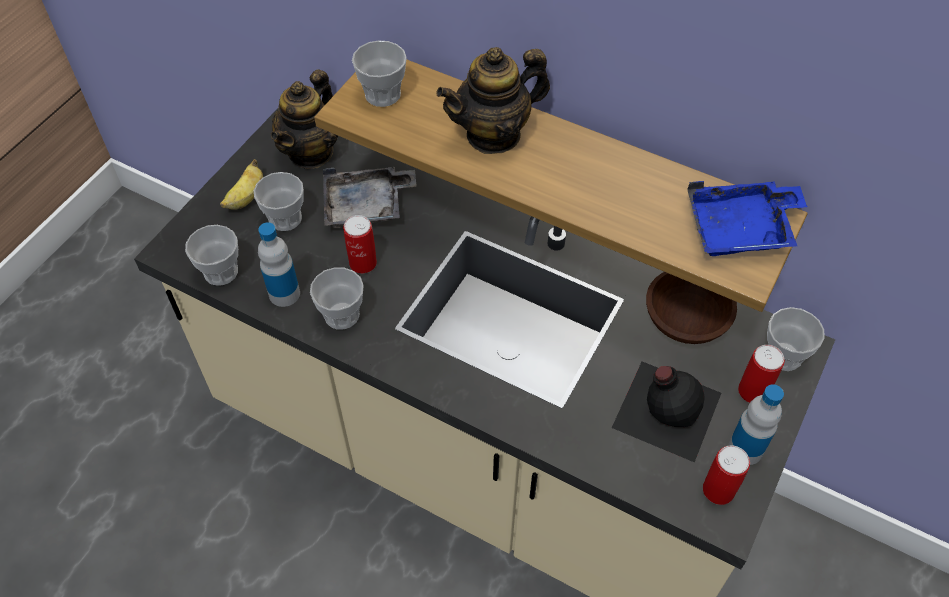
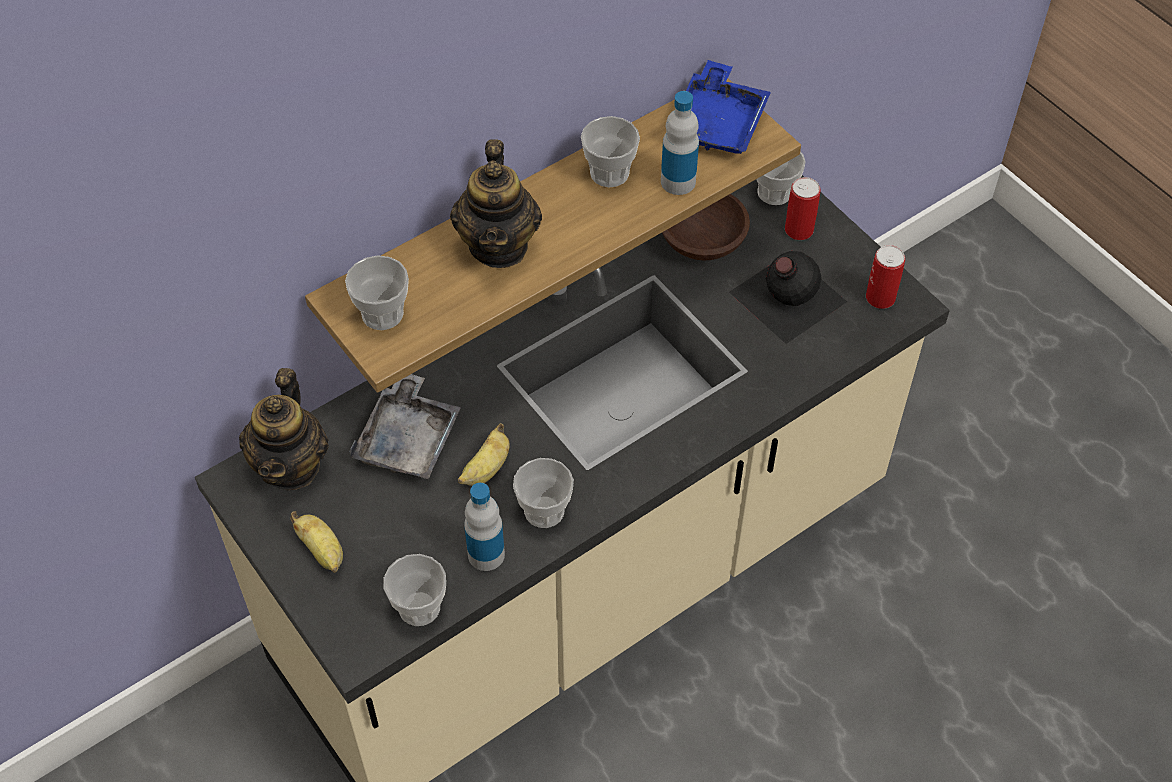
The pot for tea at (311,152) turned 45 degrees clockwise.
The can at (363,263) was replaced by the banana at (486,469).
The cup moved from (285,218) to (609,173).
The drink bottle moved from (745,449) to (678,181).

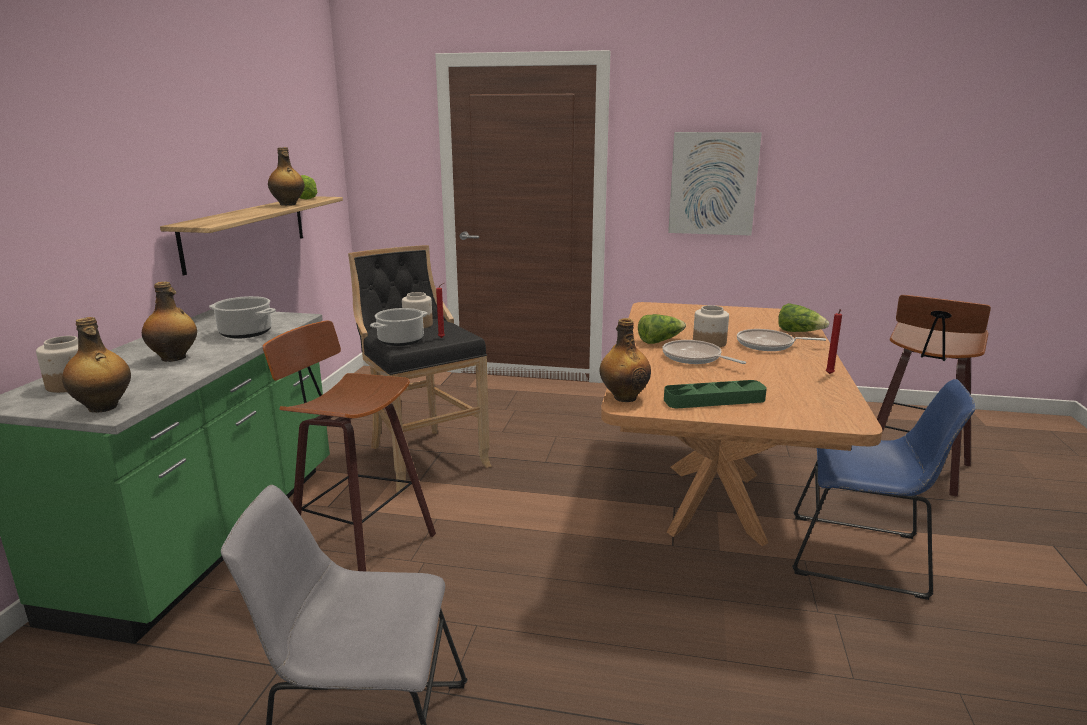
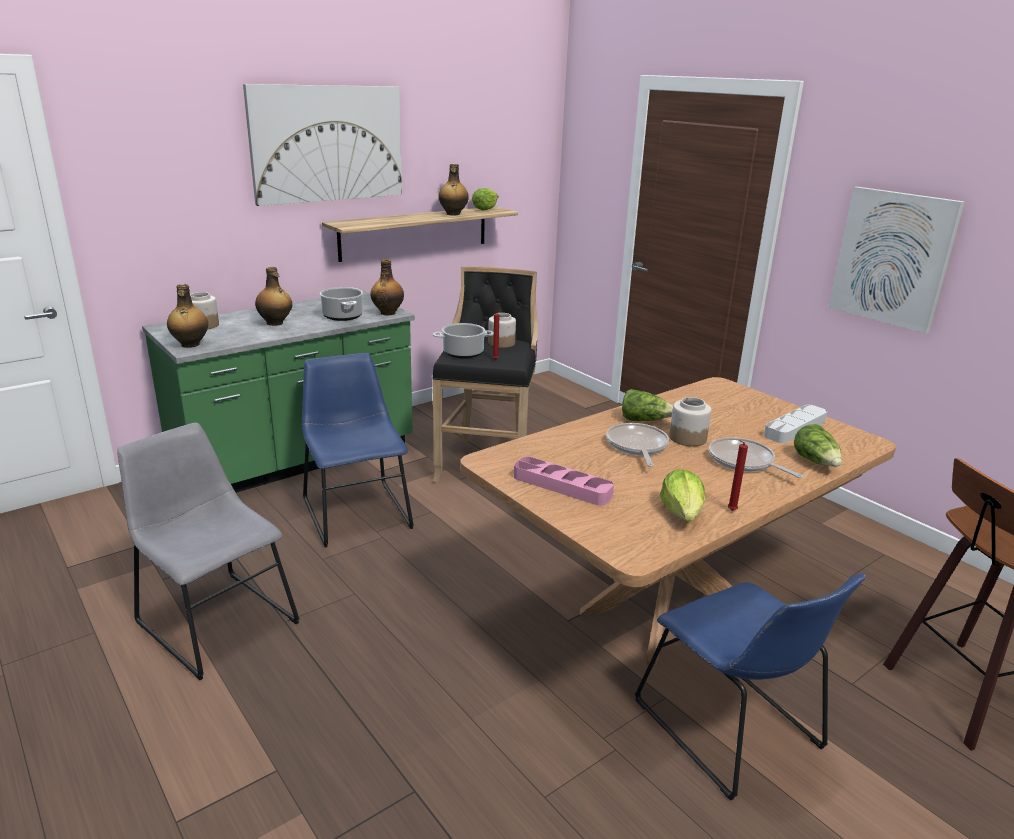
The wall picture at (327,143) appeared.
The stool seat at (358,552) was replaced by the blue plain chair at (355,510).
The drink bottle moved from (624,397) to (388,313).
The green carrying tray at (714,400) became the pink-coloured carrying tray at (562,486).
The head of lettuce at (682,513) appeared.
The greyish carrying tray at (795,428) appeared.

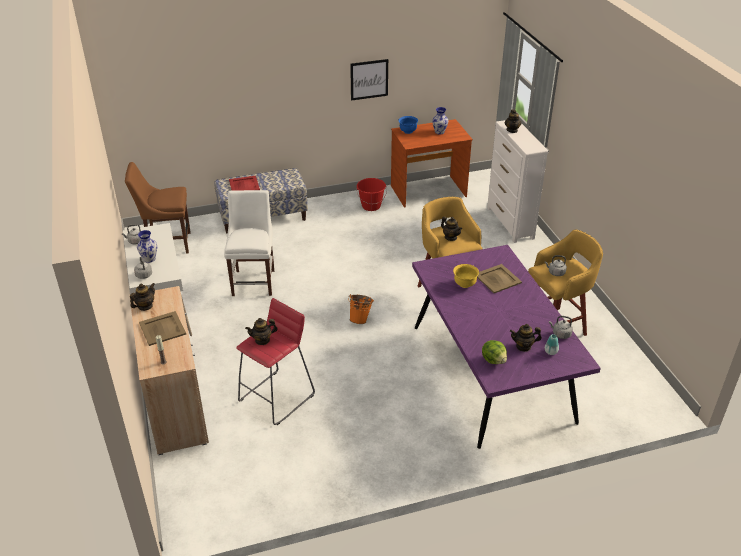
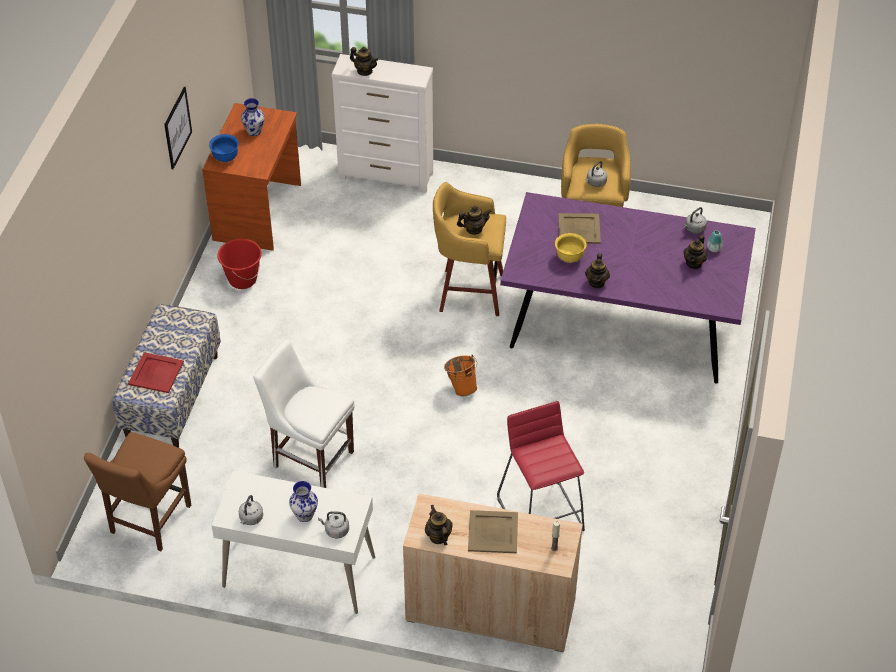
The pot for tea moved from (262,340) to (597,282).
The head of lettuce at (494,360) disappeared.

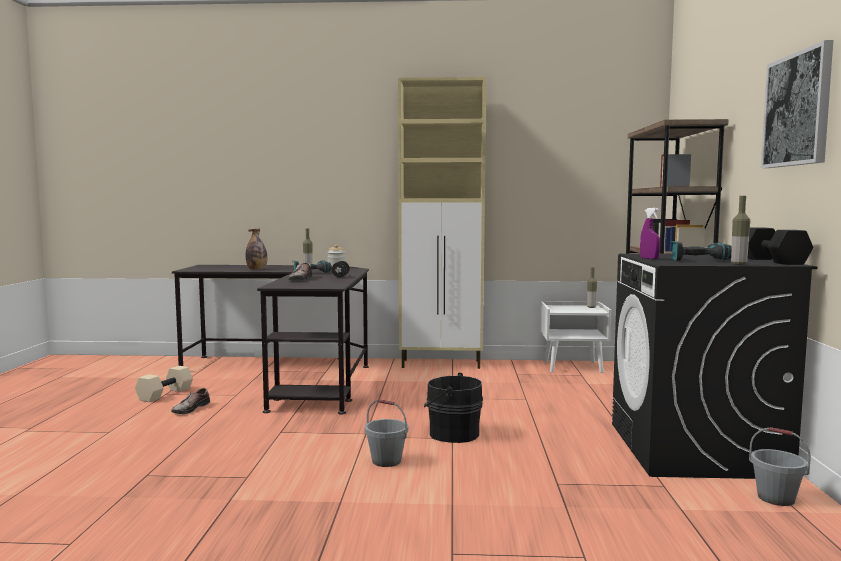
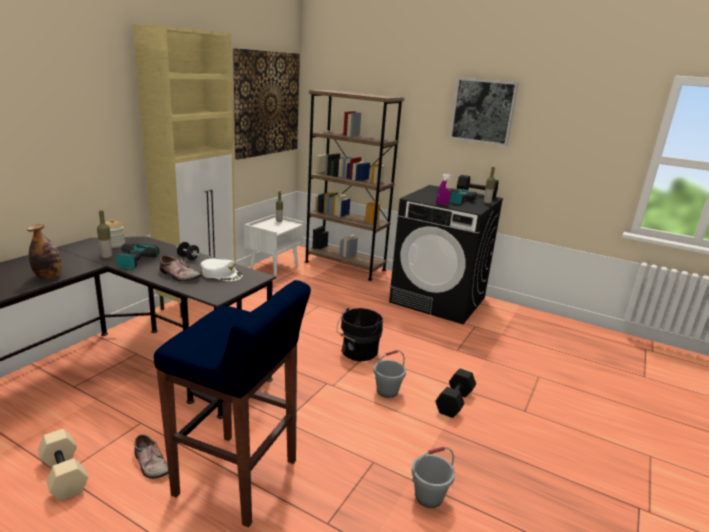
The blue stool seat at (238,478) appeared.
The white-coloured cap at (221,274) appeared.
The wall picture at (266,104) appeared.
The greyish bucket moved from (776,498) to (428,496).
The blackish dumbbell at (455,402) appeared.

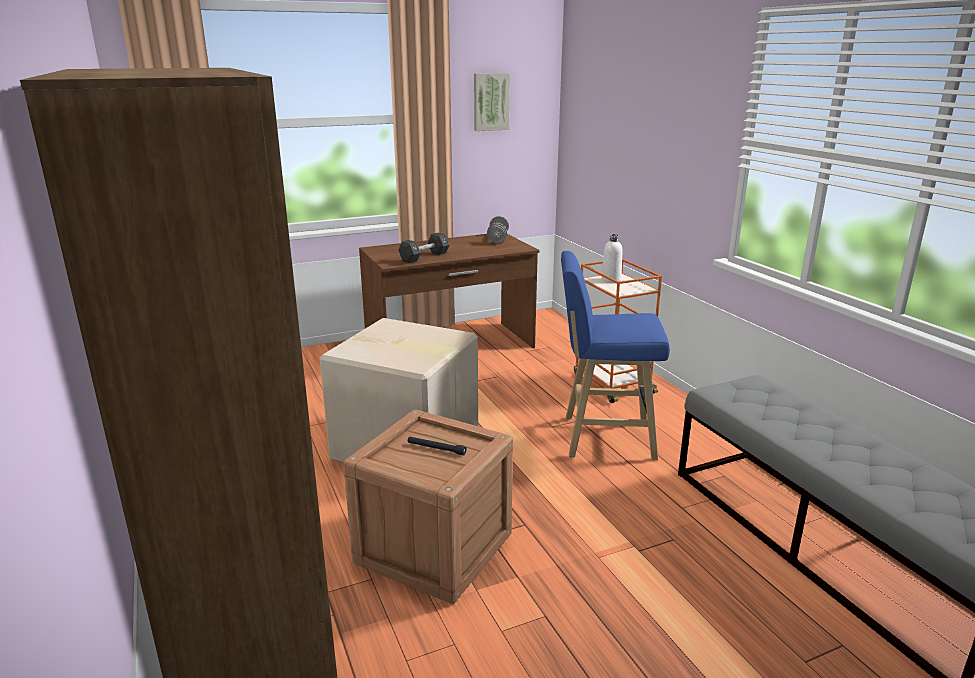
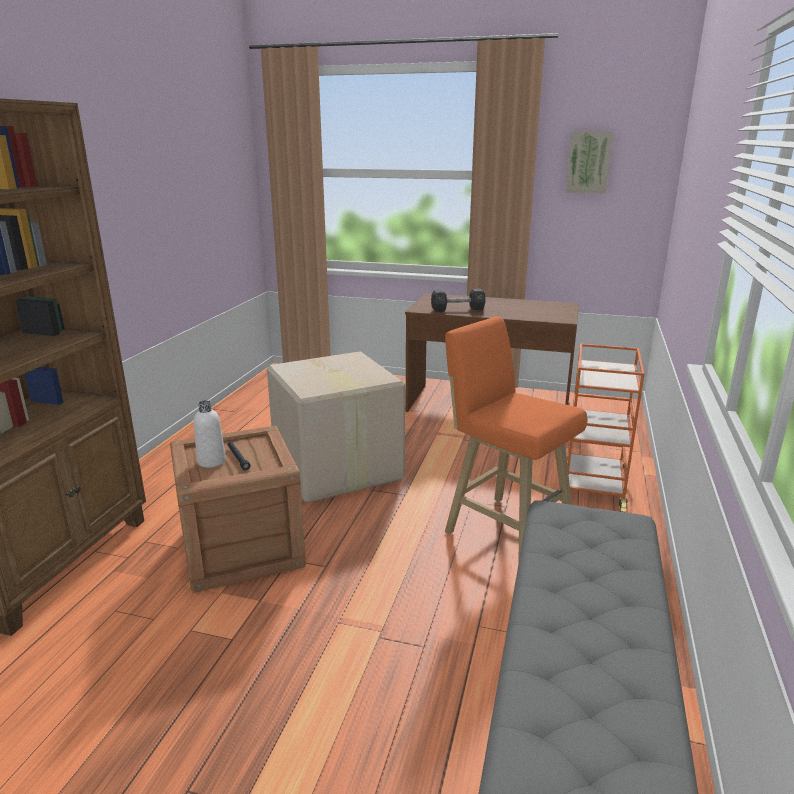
The white-coloured drink bottle moved from (611,280) to (211,461).
The blue stool seat at (603,437) became the orangey stool seat at (504,530).
The greyish dumbbell at (498,239) disappeared.

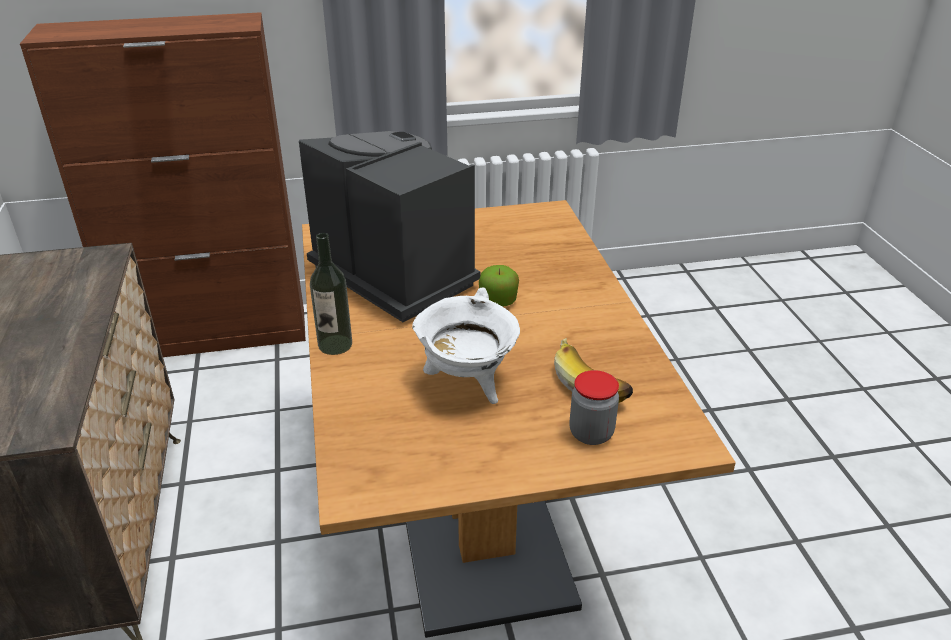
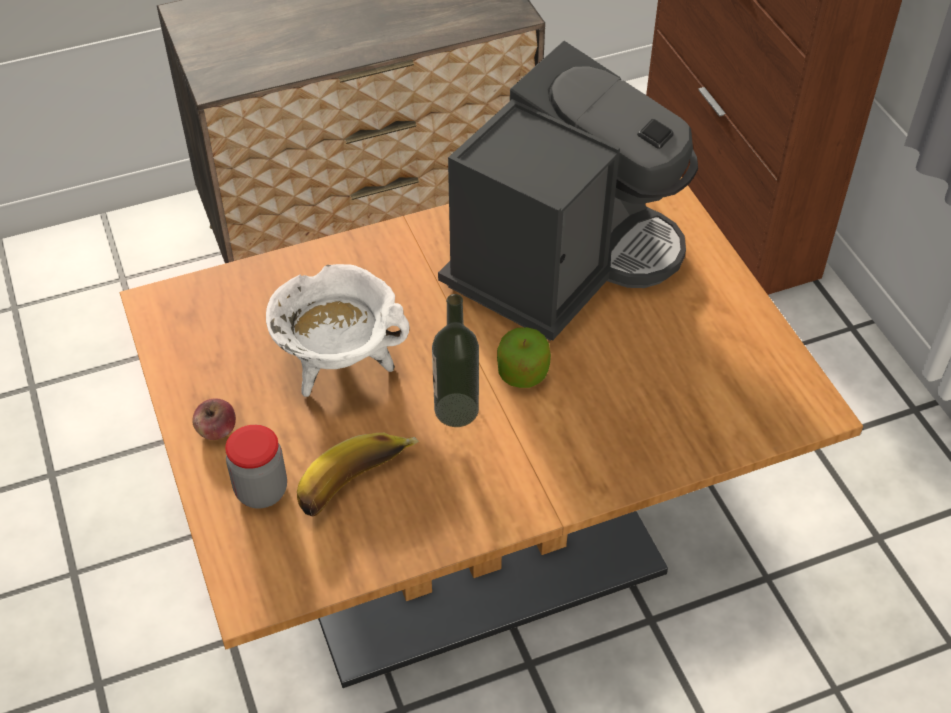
The apple fruit at (217,431) appeared.
The drink bottle moved from (335,345) to (456,410).

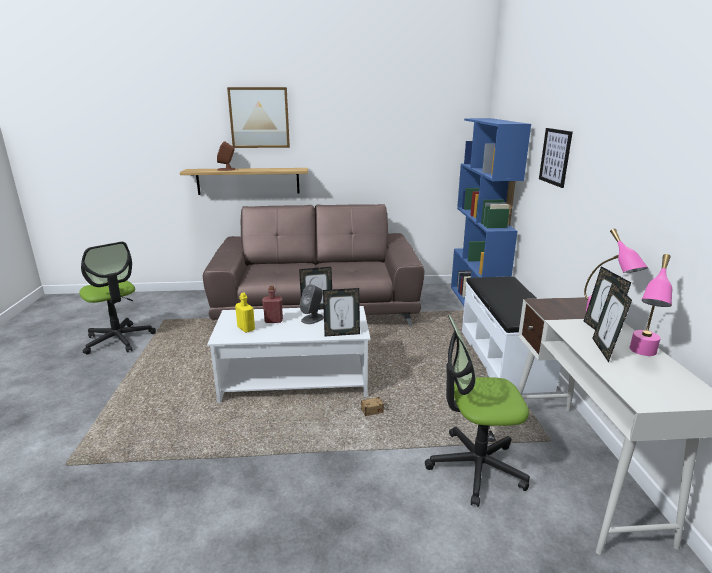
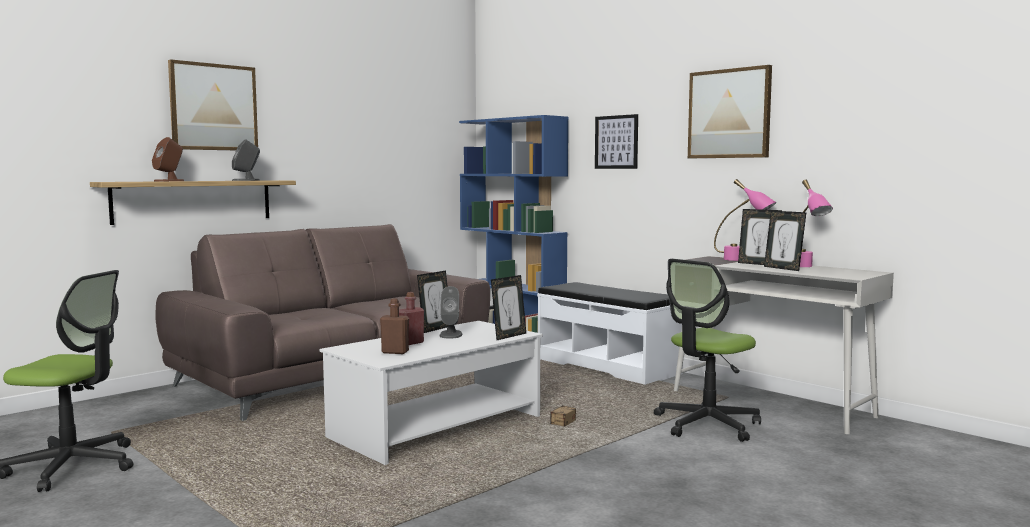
The greyish audio speaker at (246,180) appeared.
The yellow drink bottle at (246,328) became the brown-coloured drink bottle at (395,352).
The wall picture at (729,114) appeared.

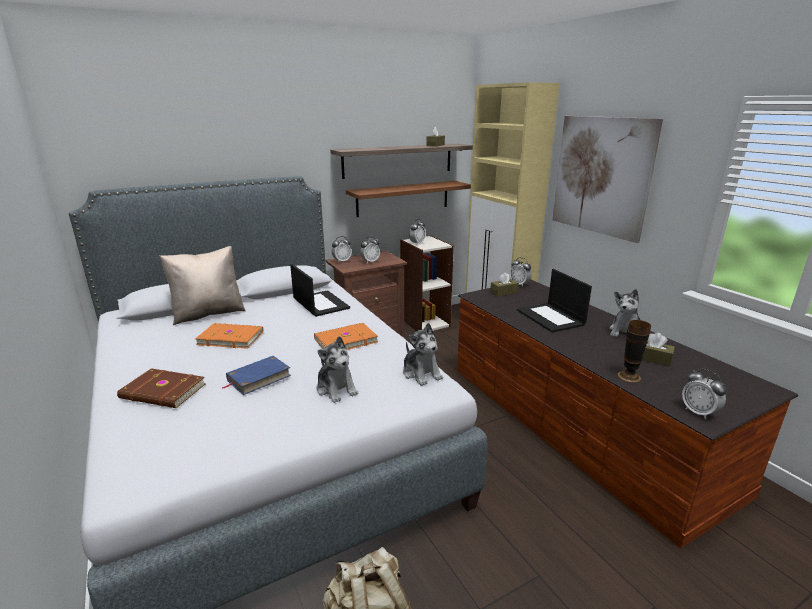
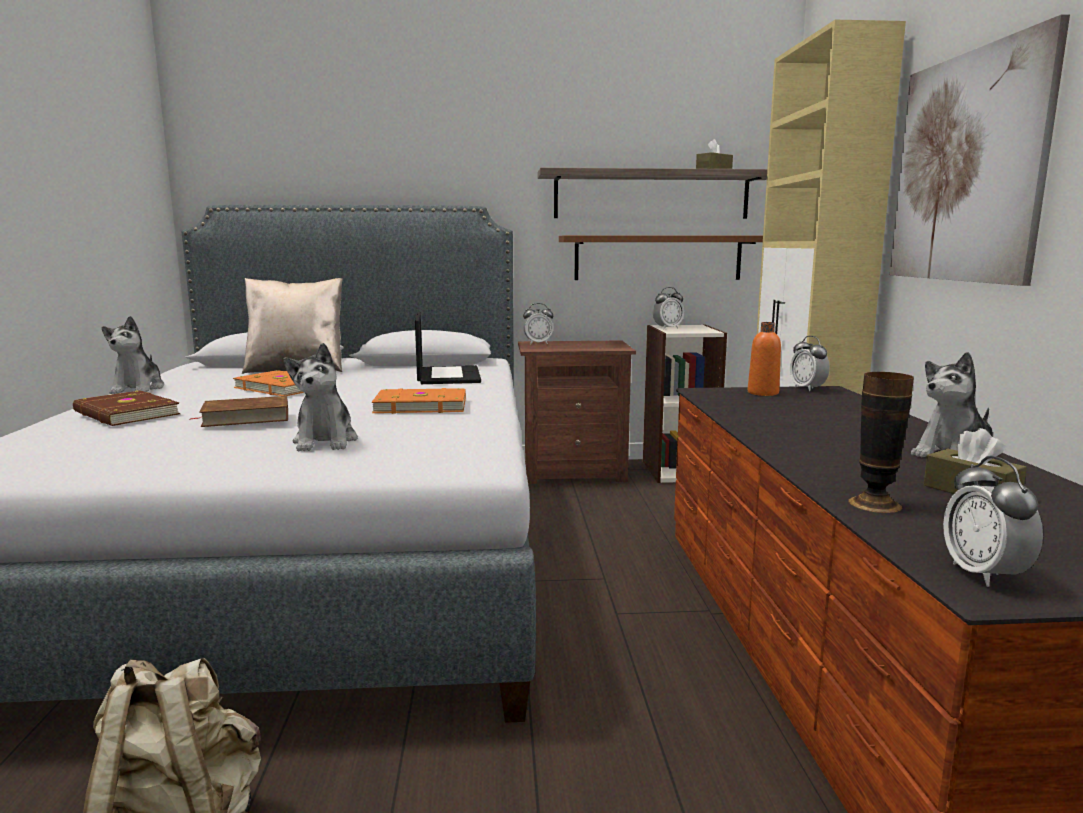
The plush toy moved from (421,373) to (138,389).
The blue book at (258,378) became the brown-coloured book at (246,417).
The brown-coloured tissue box at (504,292) was replaced by the orangey drink bottle at (763,393).
The alarm clock at (370,261) disappeared.
The laptop at (551,318) disappeared.

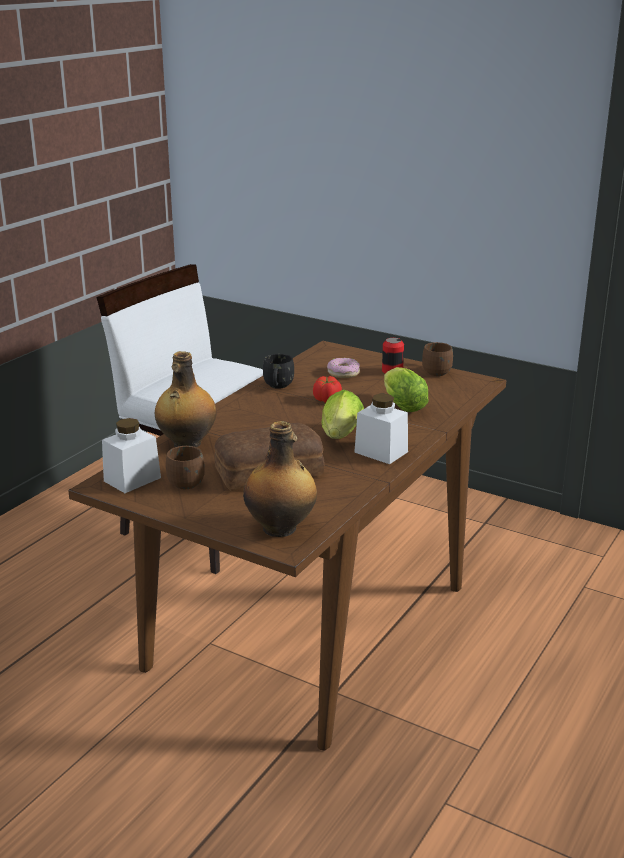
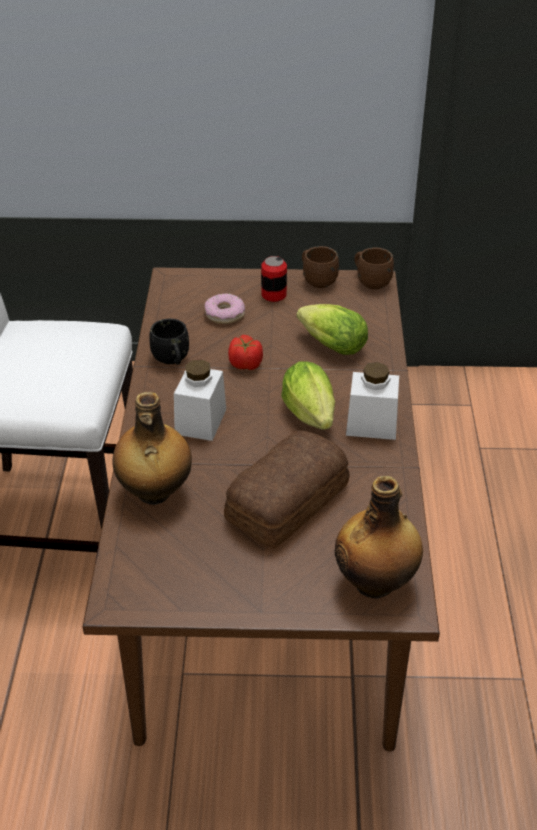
The white-coloured storage jar moved from (132,479) to (200,421).
The brown-coloured mug moved from (185,481) to (370,281).

